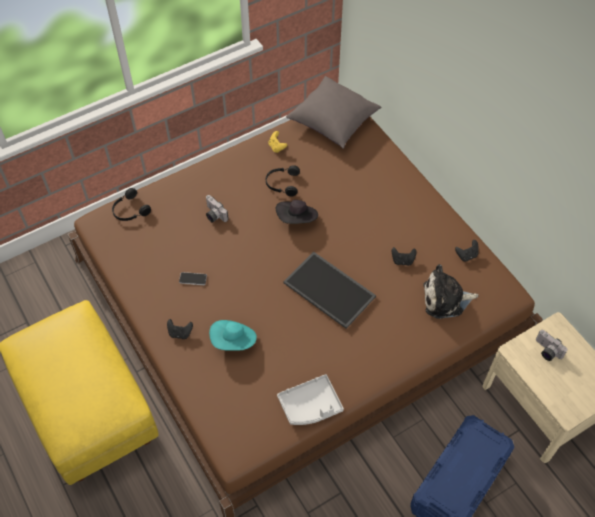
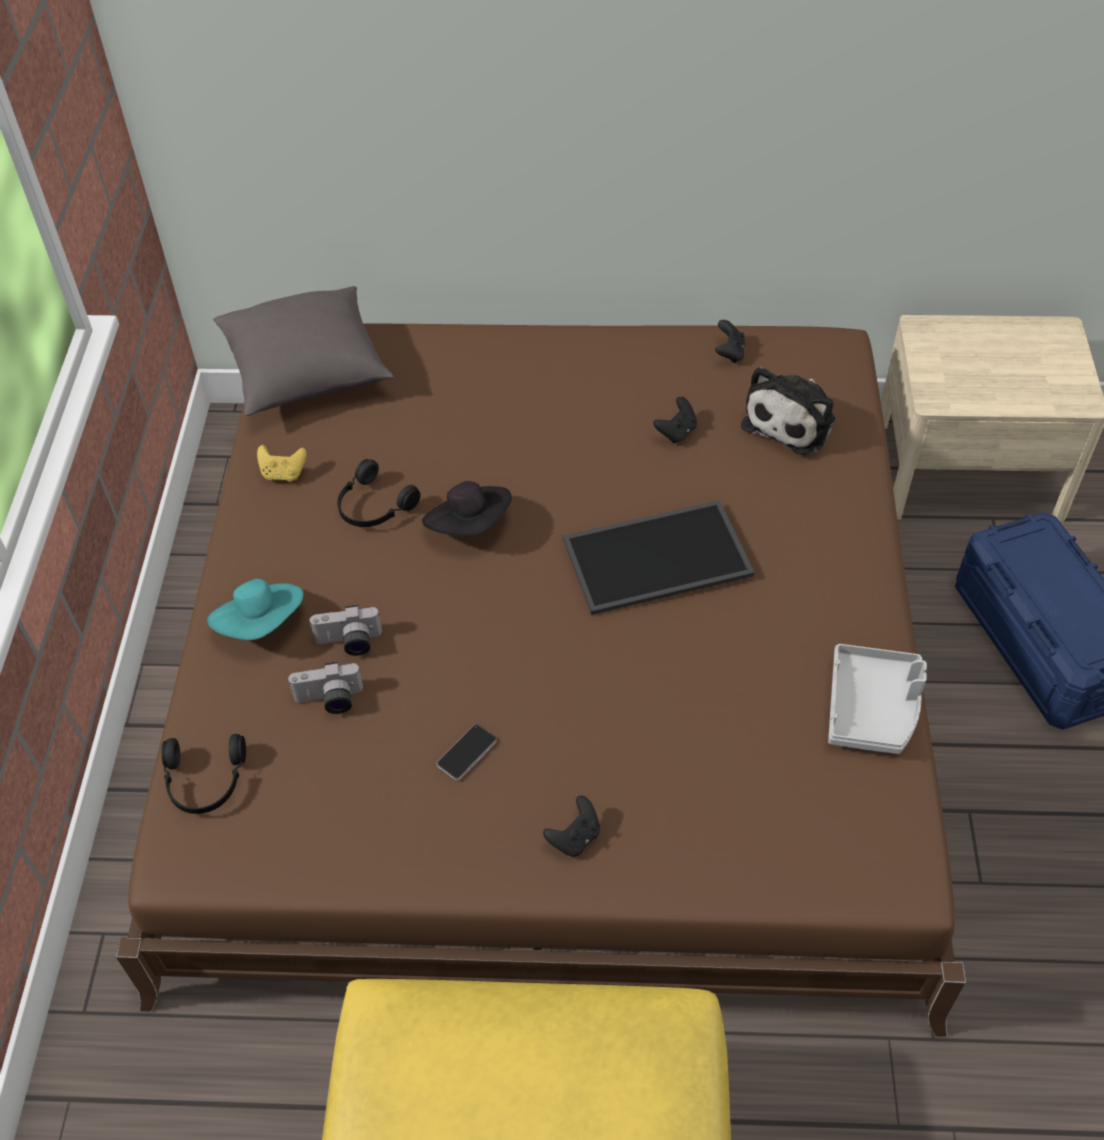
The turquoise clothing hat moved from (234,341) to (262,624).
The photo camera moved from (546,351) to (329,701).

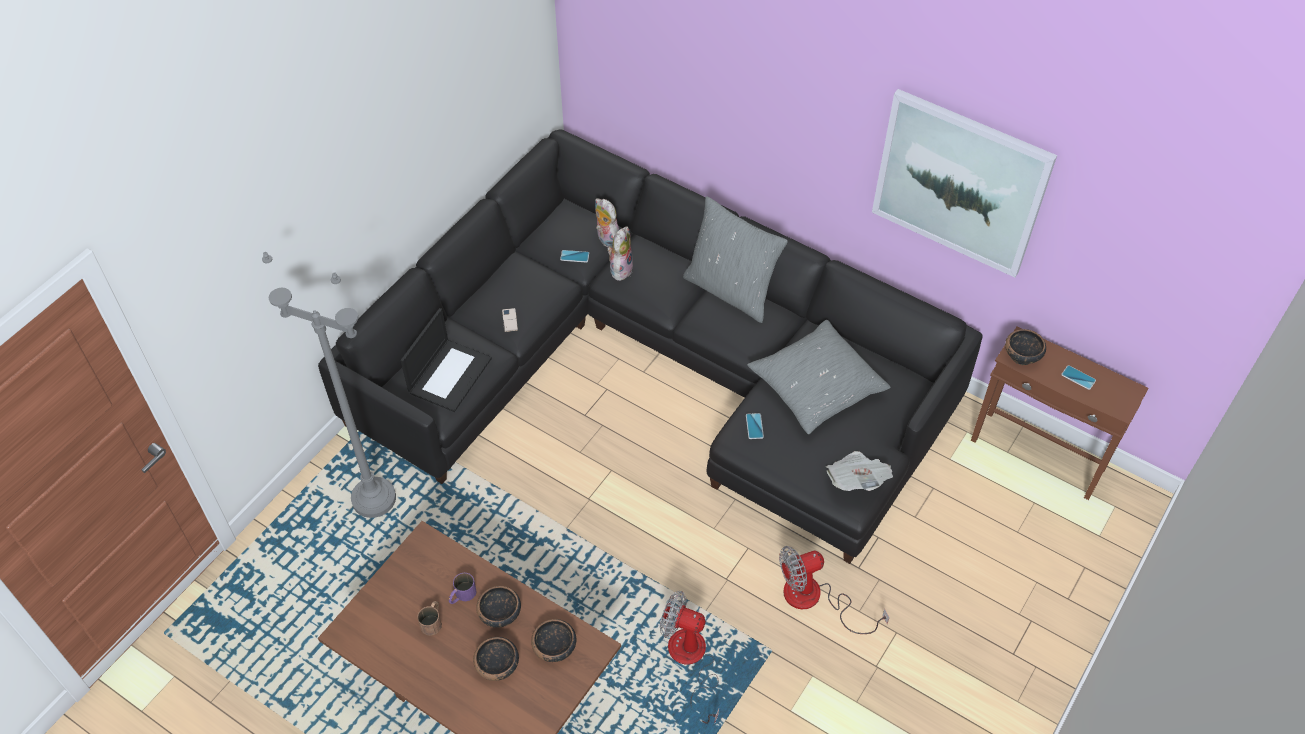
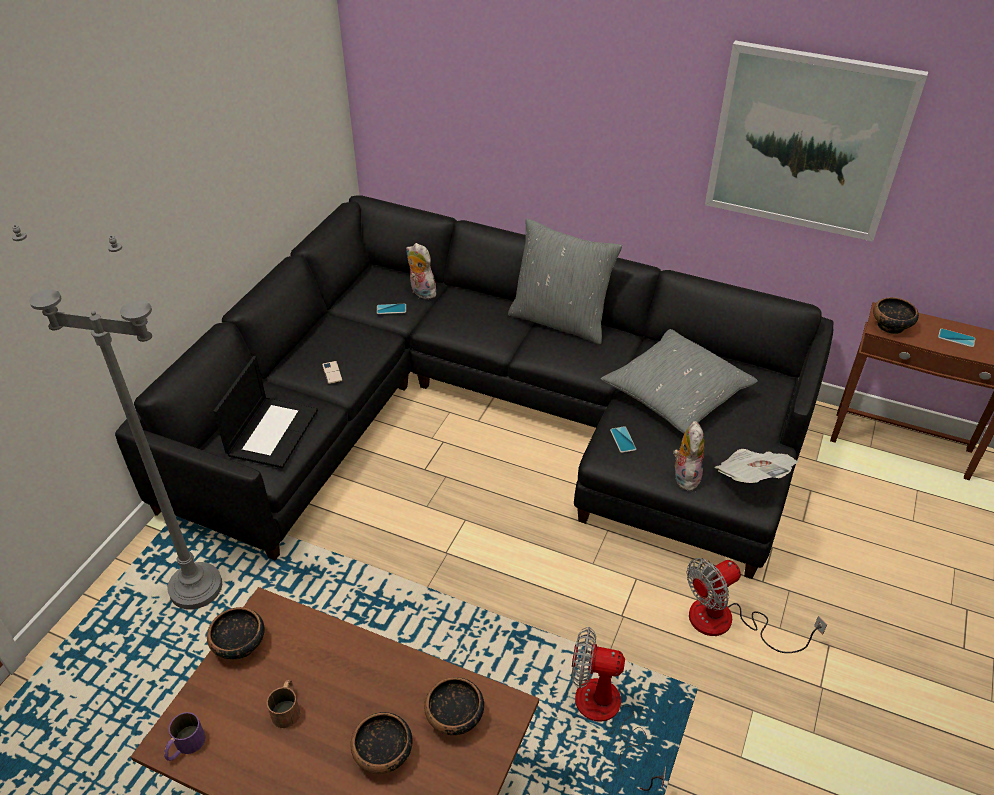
The purple-coloured mug moved from (462,595) to (185,746).
The bowl moved from (500,614) to (239,645).
The plush toy moved from (620,268) to (685,476).

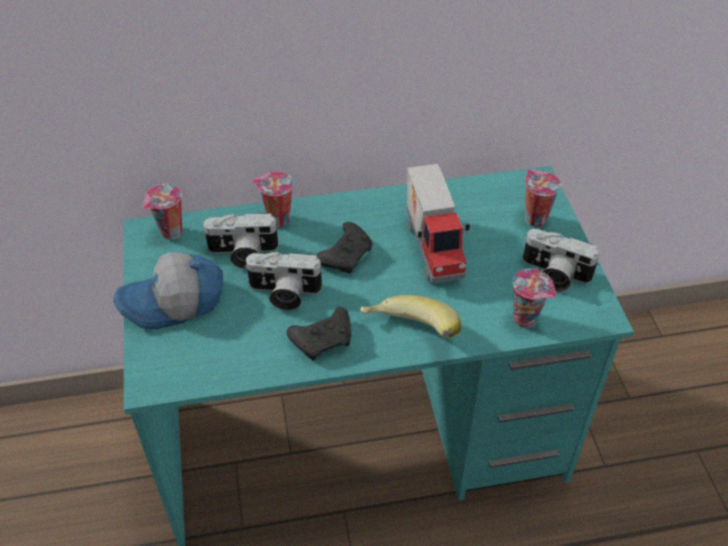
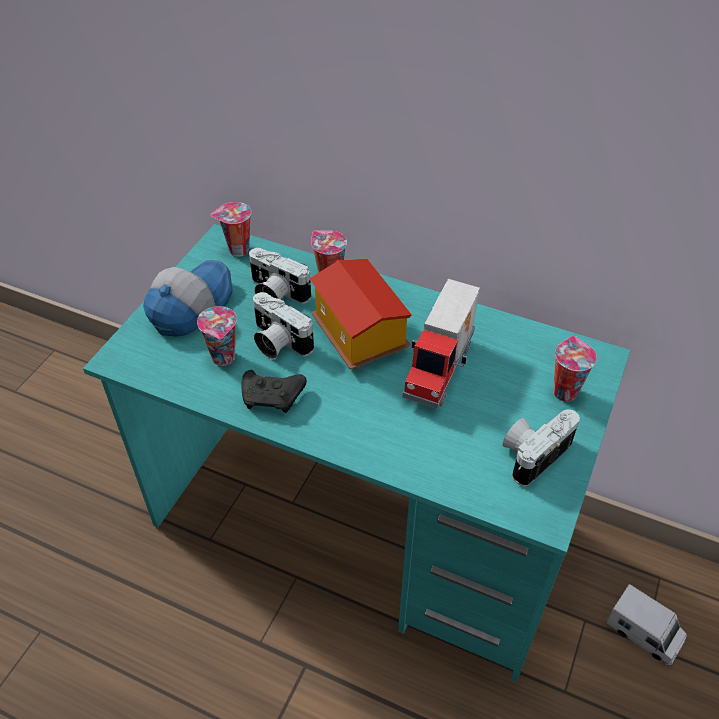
The cap at (174,303) turned 105 degrees clockwise.
The cup moved from (527,319) to (224,358).
The blackish gamepad at (346,255) was replaced by the model house at (358,336).
The photo camera at (553,275) turned 75 degrees clockwise.
The toy truck at (643,633) appeared.
The banana at (408,335) disappeared.

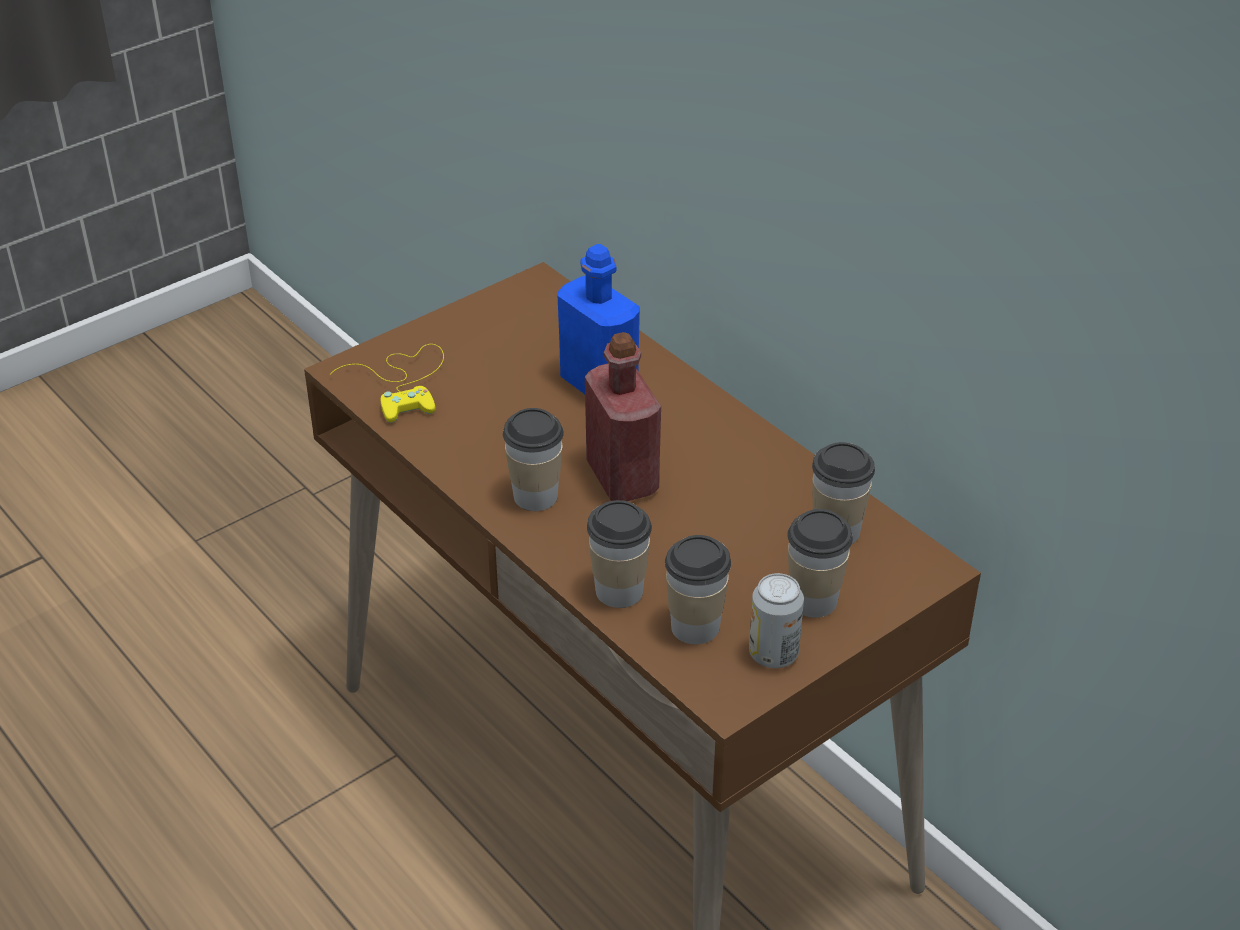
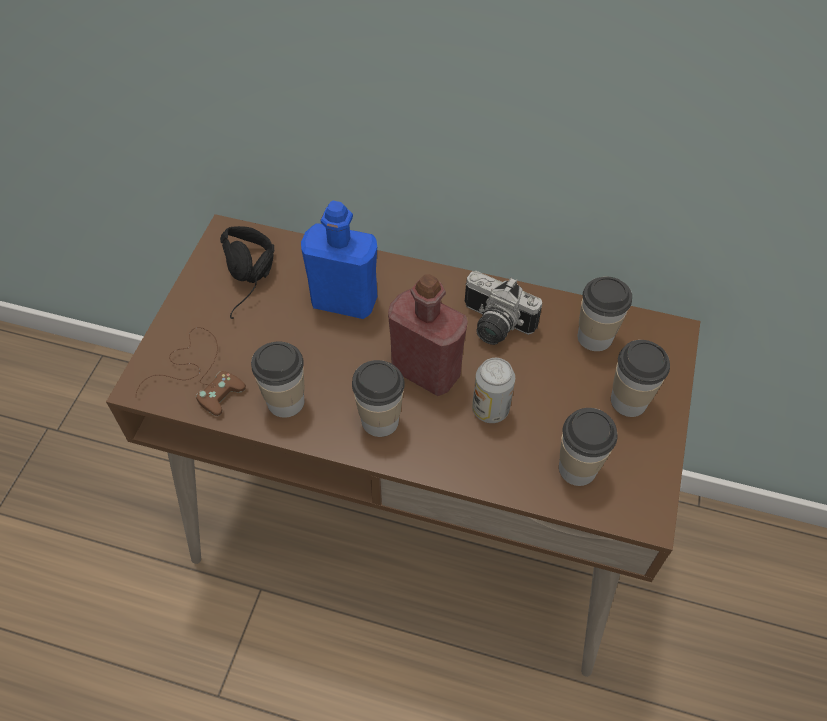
The yellow gamepad at (404,383) became the brown-coloured gamepad at (199,373).
The blackish headset at (253,283) appeared.
The cup moved from (619,591) to (285,402).
The photo camera at (493,326) appeared.
The can moved from (773,654) to (490,409).

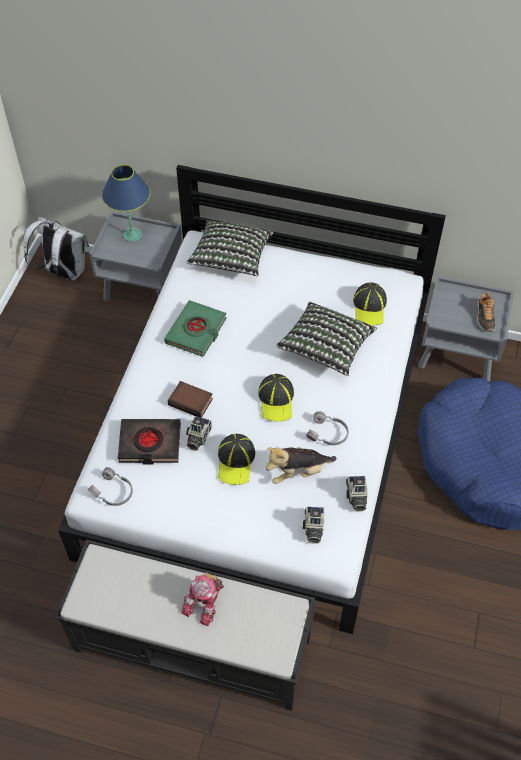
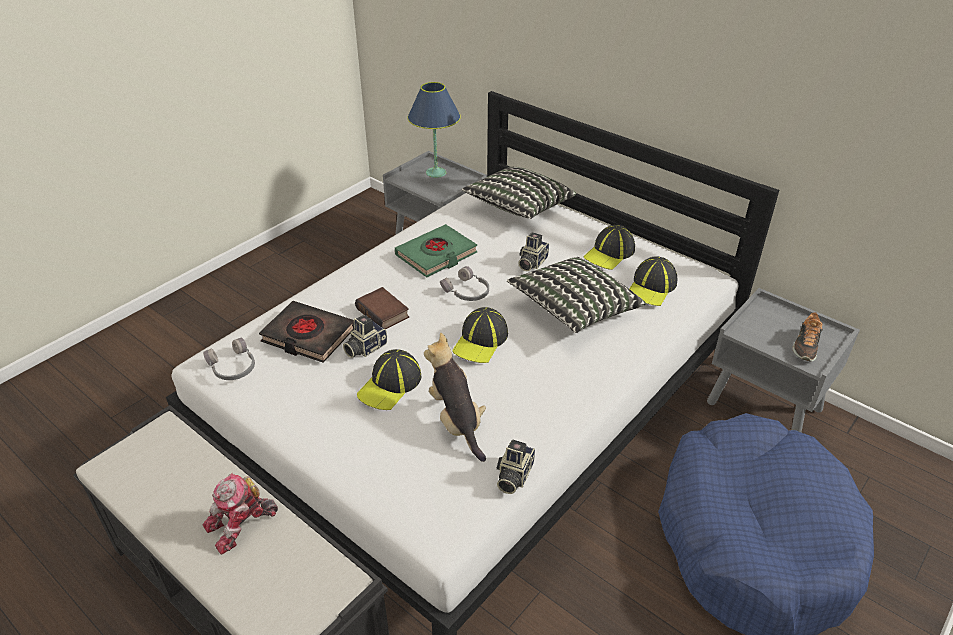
The plush toy at (298,472) turned 60 degrees clockwise.
The greyish headset moved from (328,434) to (467,292).
The photo camera moved from (313,528) to (531,263).
The cap at (609,253) appeared.
The white-coloured rucksack at (64,272) disappeared.

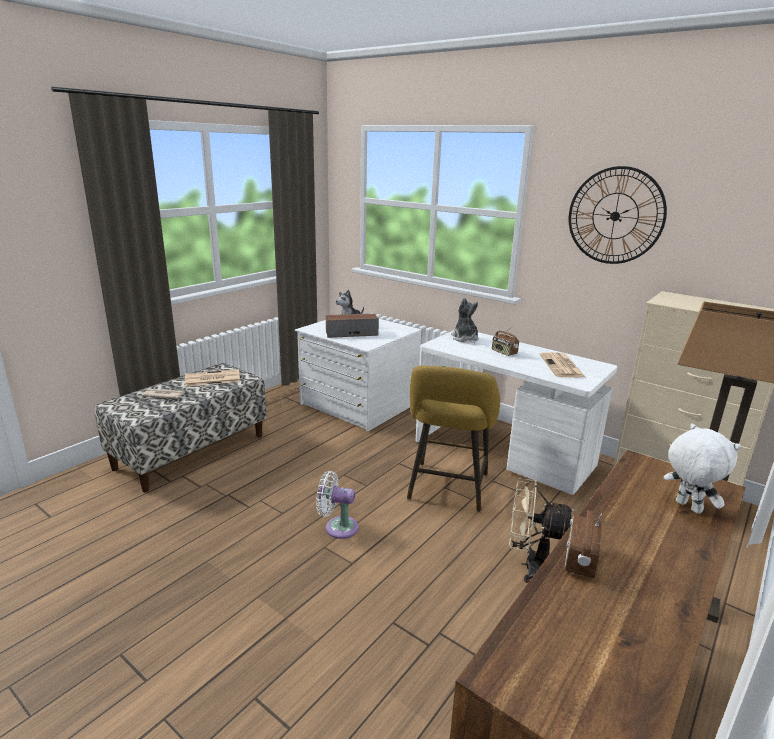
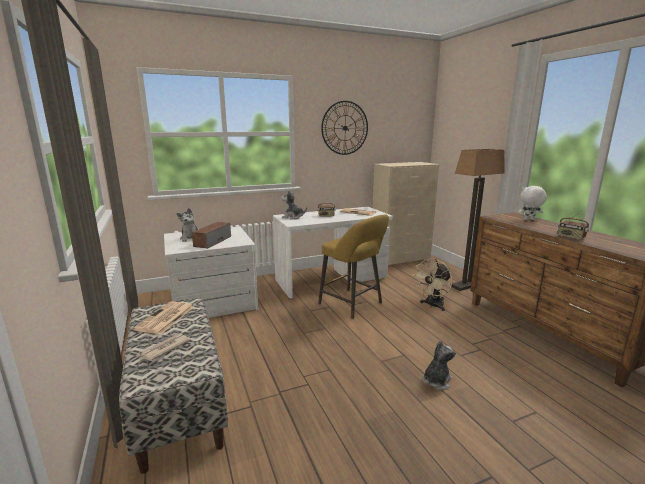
The plush toy at (436,381) appeared.
The white-coloured cooling fan at (338,527) disappeared.

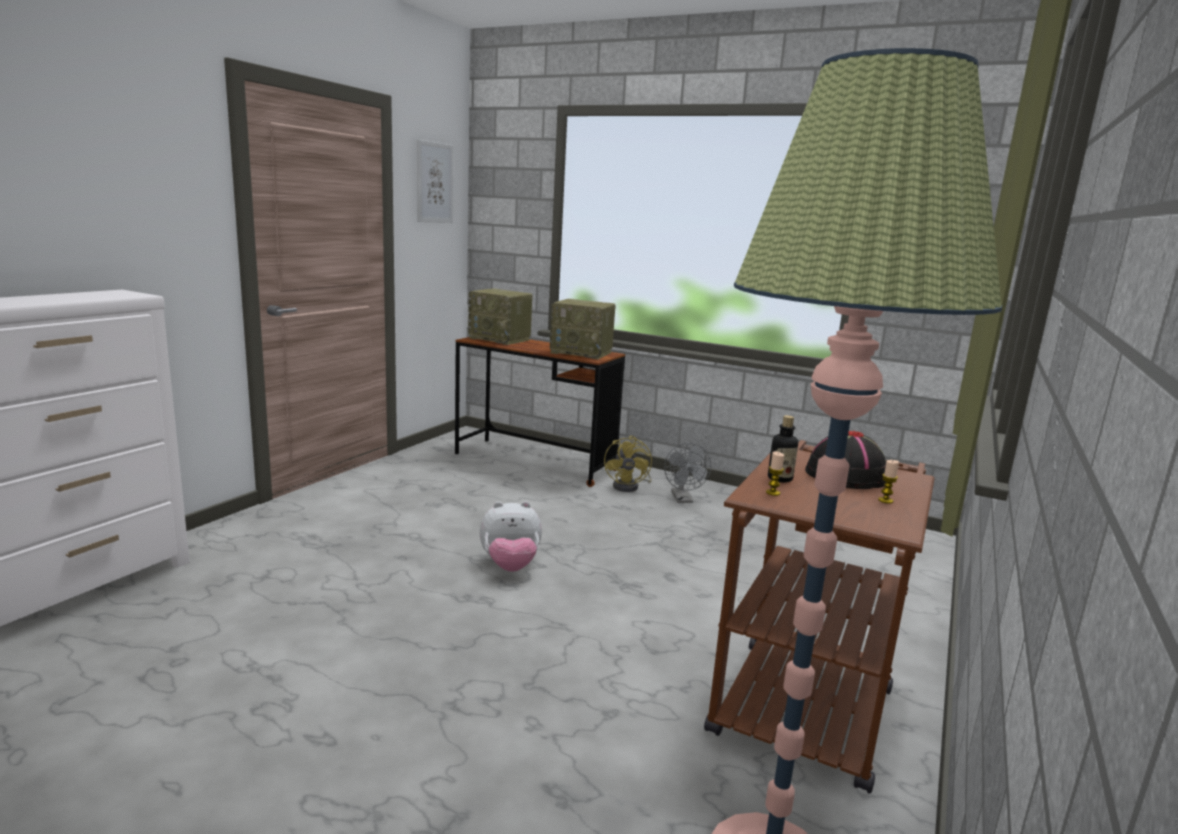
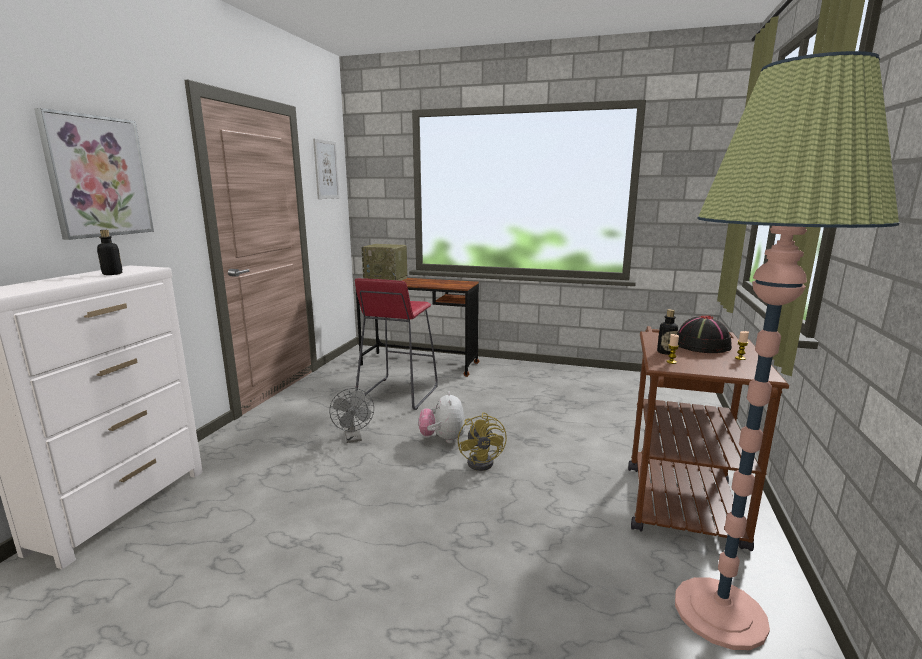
The wall picture at (98,177) appeared.
The drink bottle at (112,274) appeared.
The greyish cooling fan moved from (683,499) to (354,438).
The red stool seat at (397,394) appeared.
The plush toy at (510,566) turned 105 degrees clockwise.
The yellow cooling fan moved from (630,486) to (484,461).
The radio receiver at (582,353) disappeared.

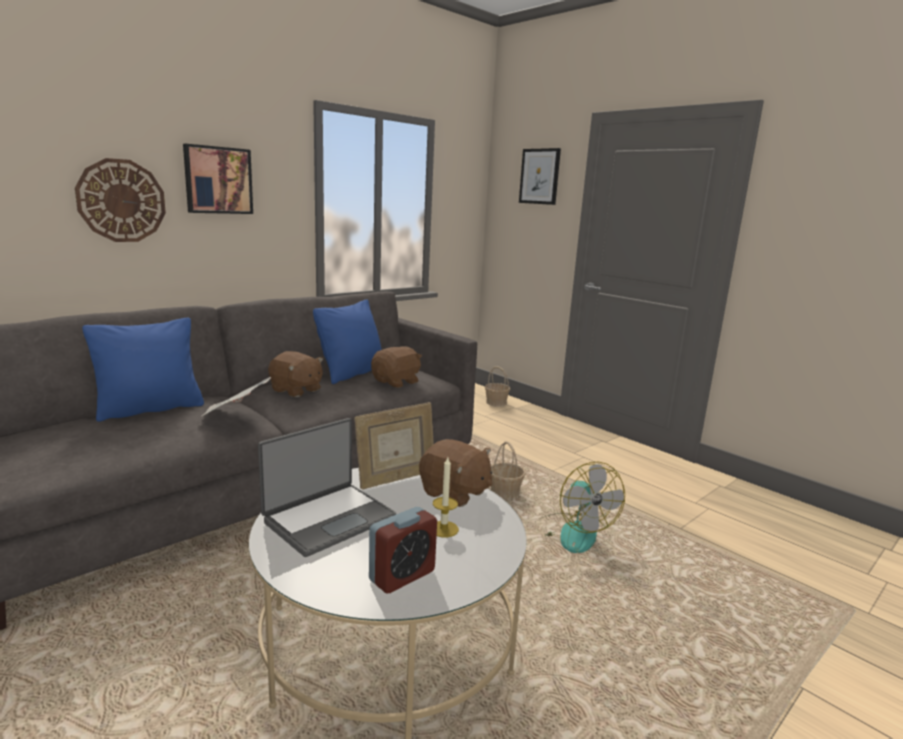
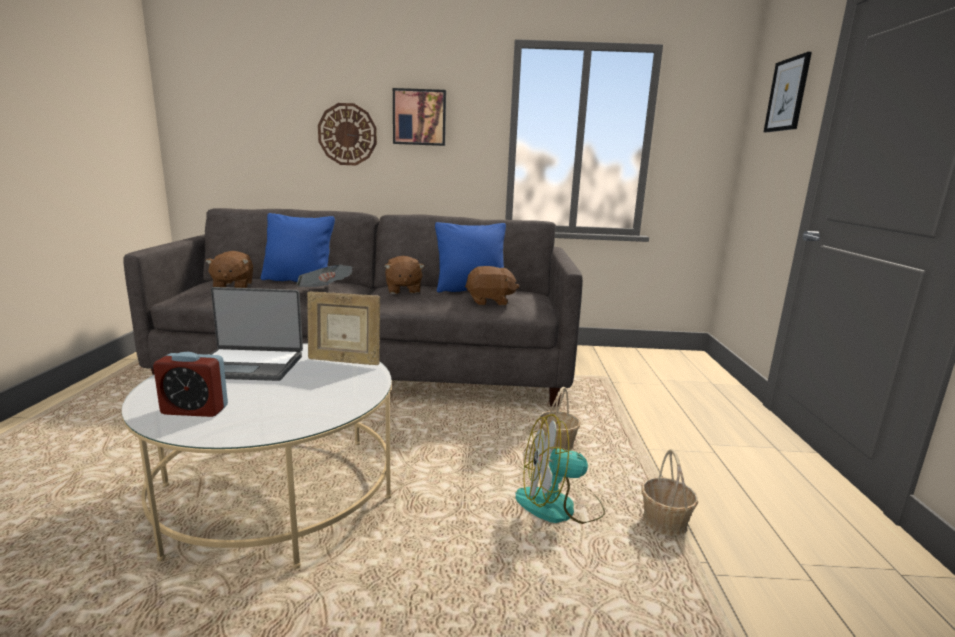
The brown-coloured plush toy moved from (454,493) to (232,286).
The cooling fan at (571,532) turned 60 degrees clockwise.
The basket moved from (496,403) to (664,522).
The candle at (443,529) disappeared.

